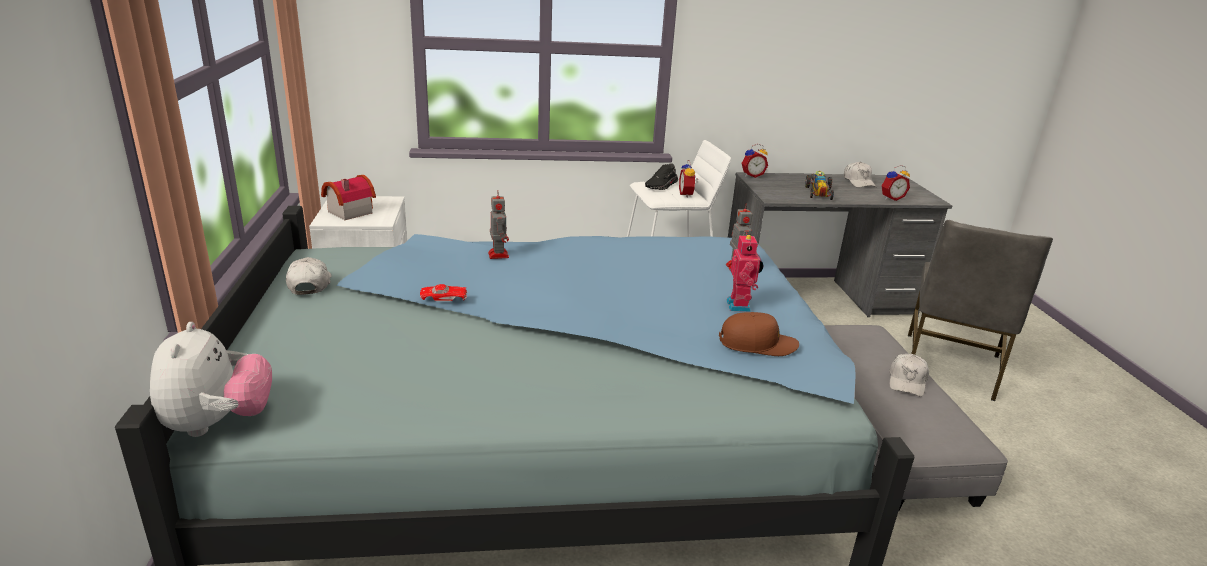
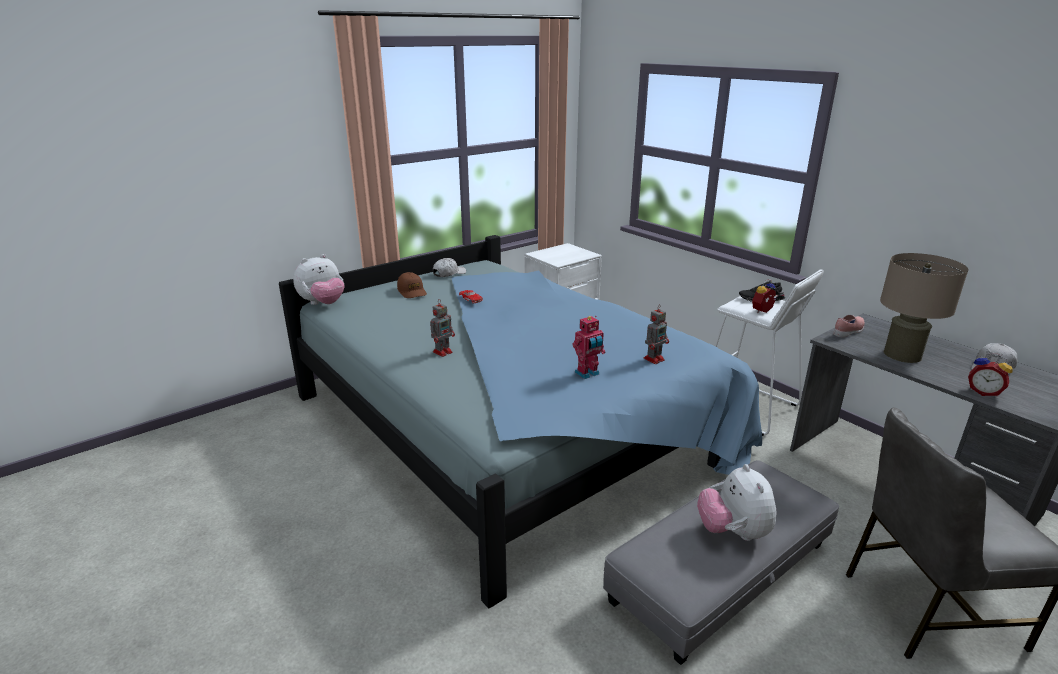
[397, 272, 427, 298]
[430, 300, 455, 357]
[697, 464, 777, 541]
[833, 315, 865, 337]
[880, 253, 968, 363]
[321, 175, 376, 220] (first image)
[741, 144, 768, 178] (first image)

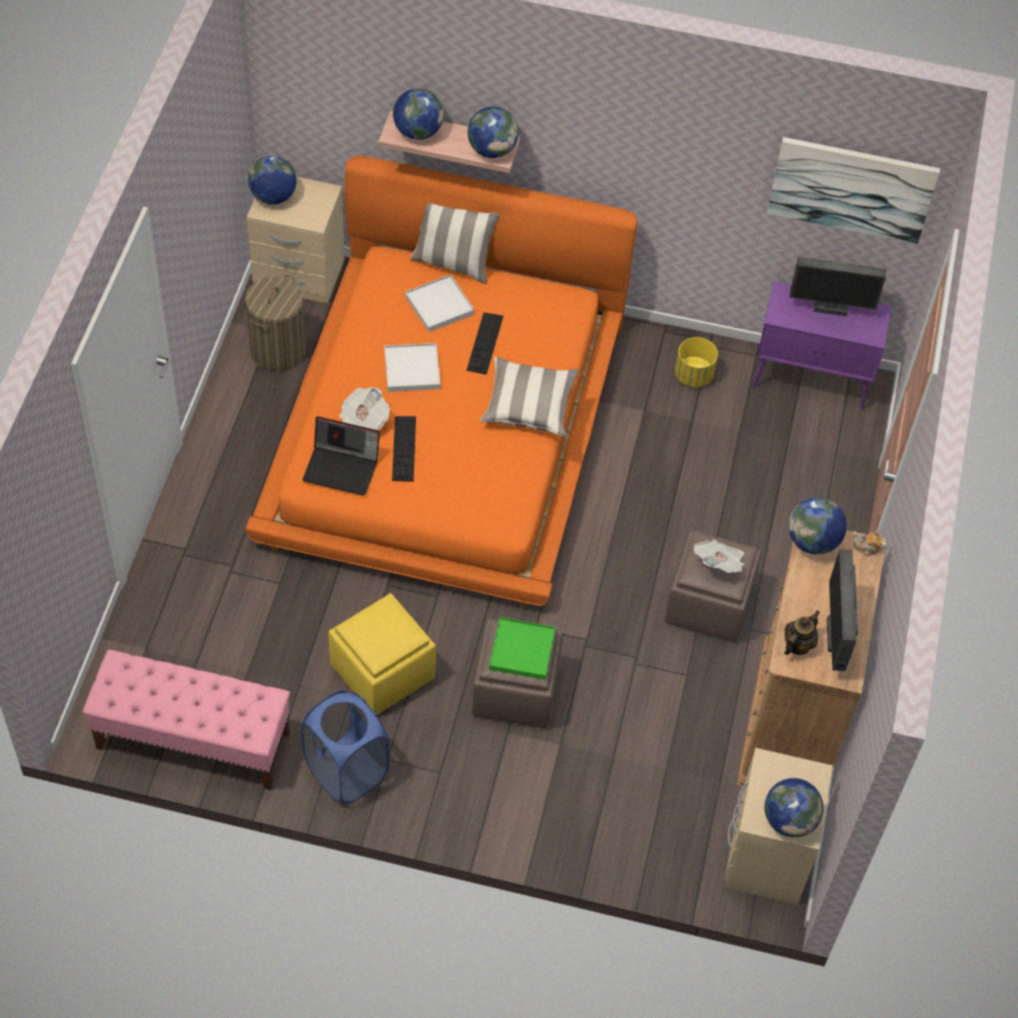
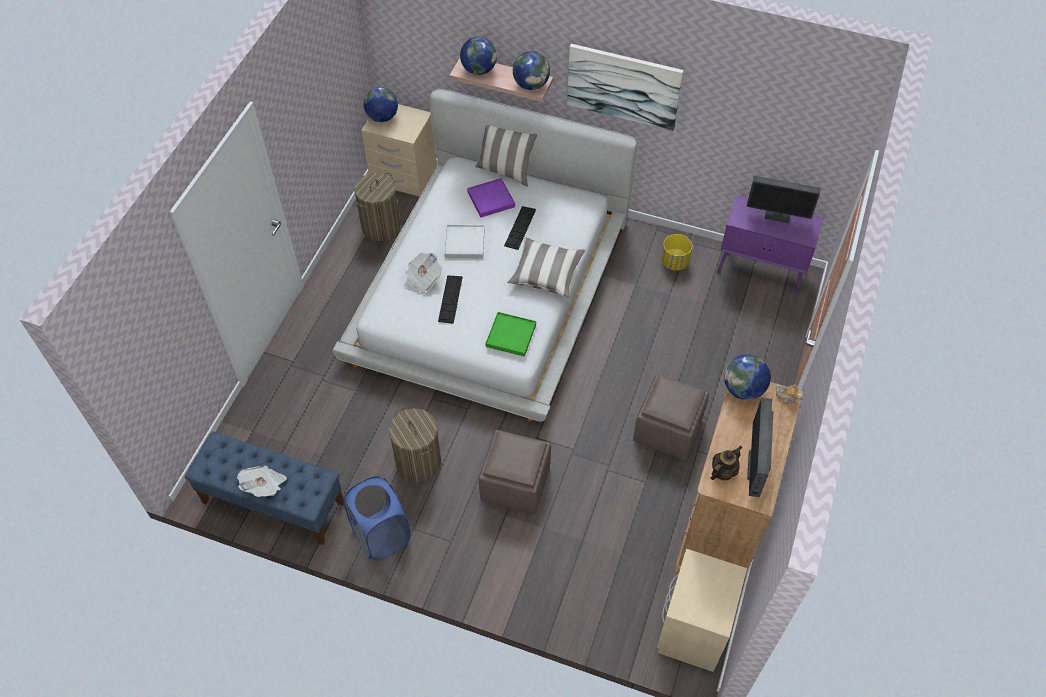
[185, 431, 344, 545]
[237, 465, 287, 497]
[333, 89, 637, 422]
[389, 408, 441, 482]
[467, 178, 515, 217]
[485, 312, 536, 357]
[567, 44, 684, 131]
[302, 416, 380, 496] (first image)
[764, 778, 824, 837] (first image)

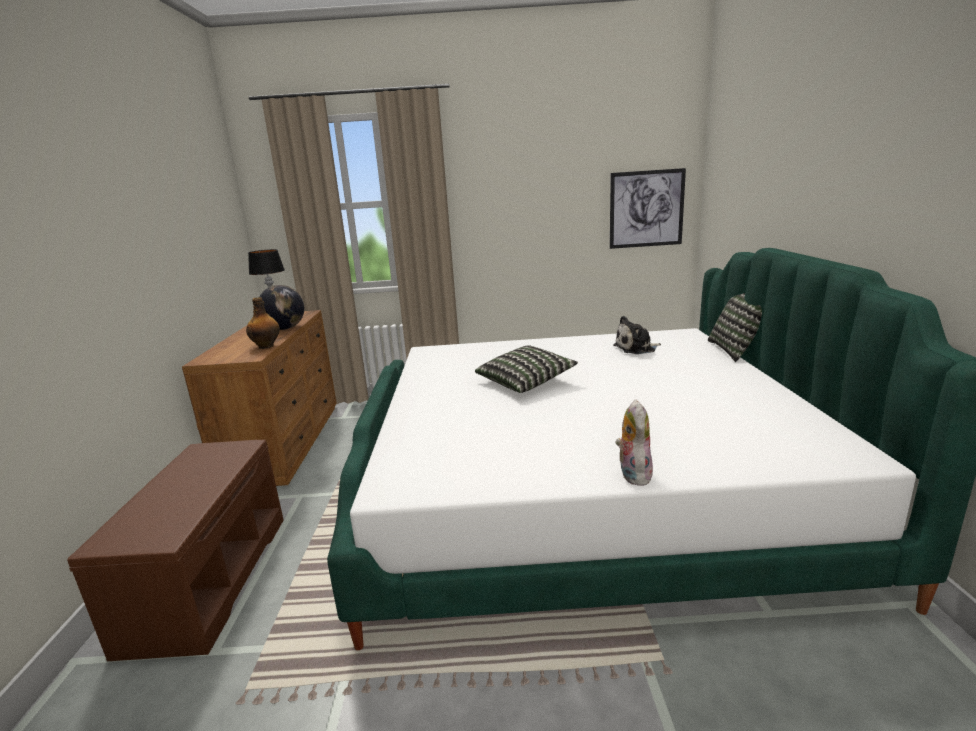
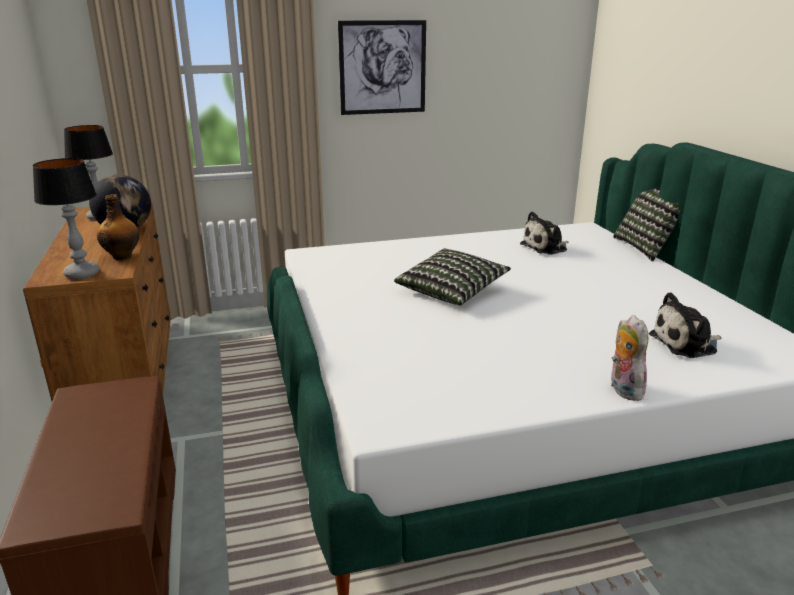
[32, 158, 100, 279]
[338, 20, 426, 115]
[649, 292, 721, 358]

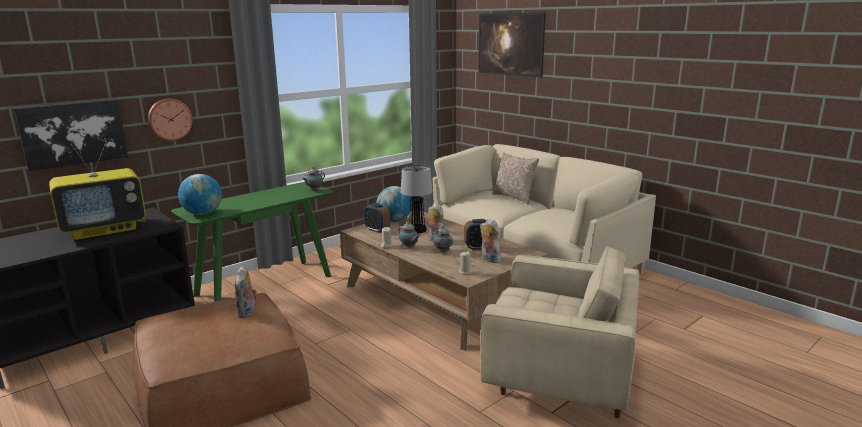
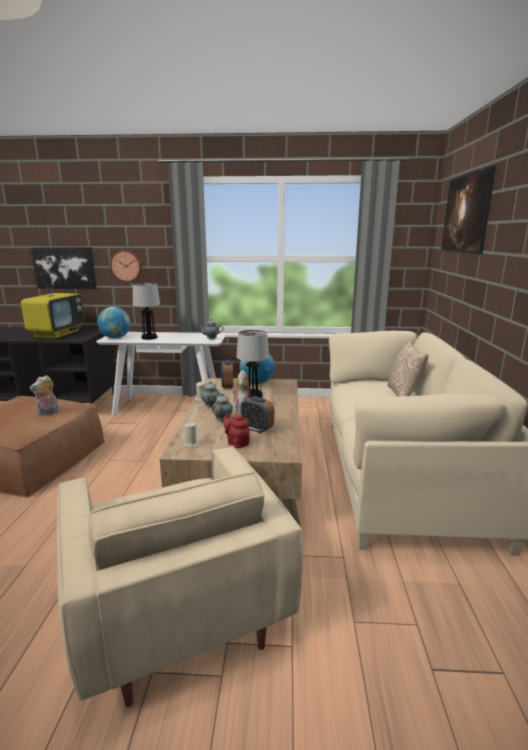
[21, 272, 84, 339]
[96, 332, 226, 415]
[133, 283, 160, 340]
[223, 413, 250, 448]

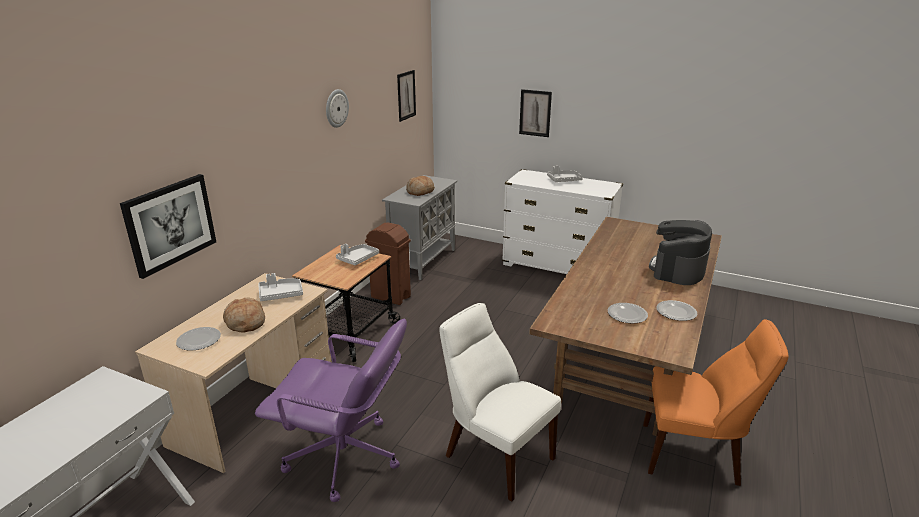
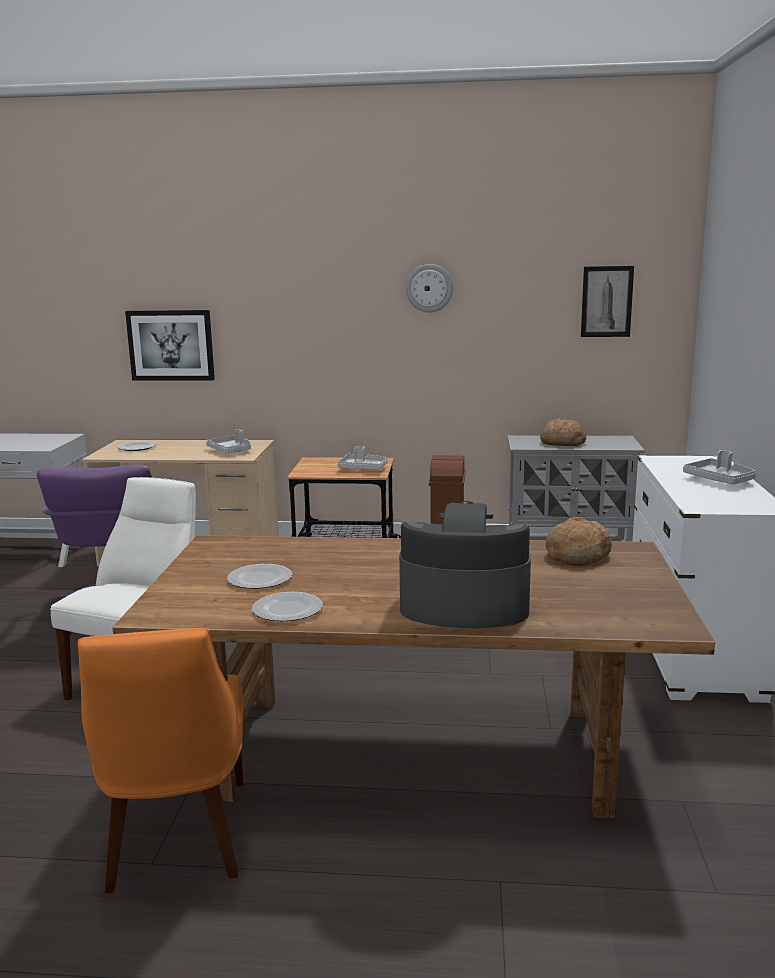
[546, 517, 612, 566]
[519, 89, 552, 137] (first image)

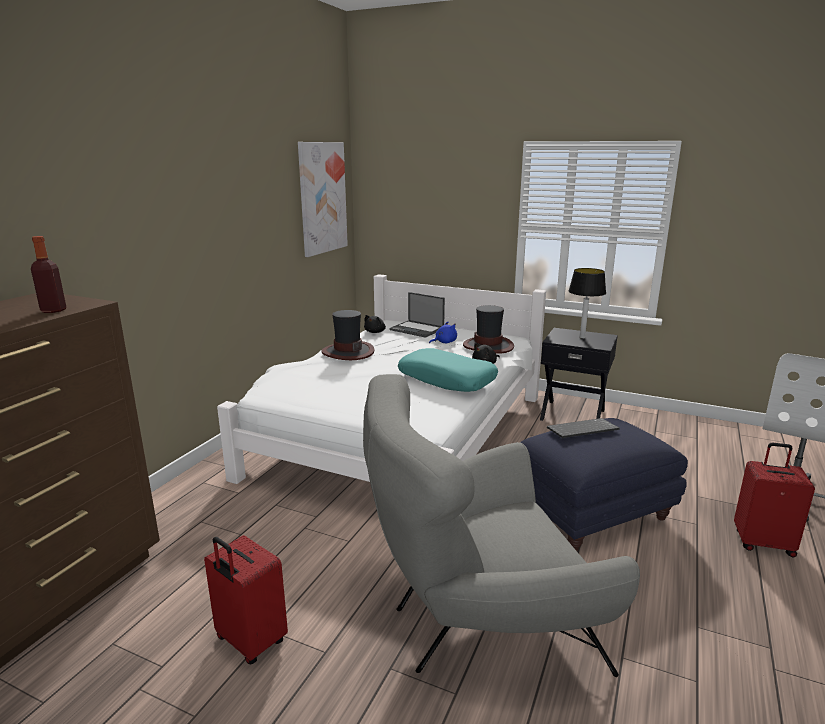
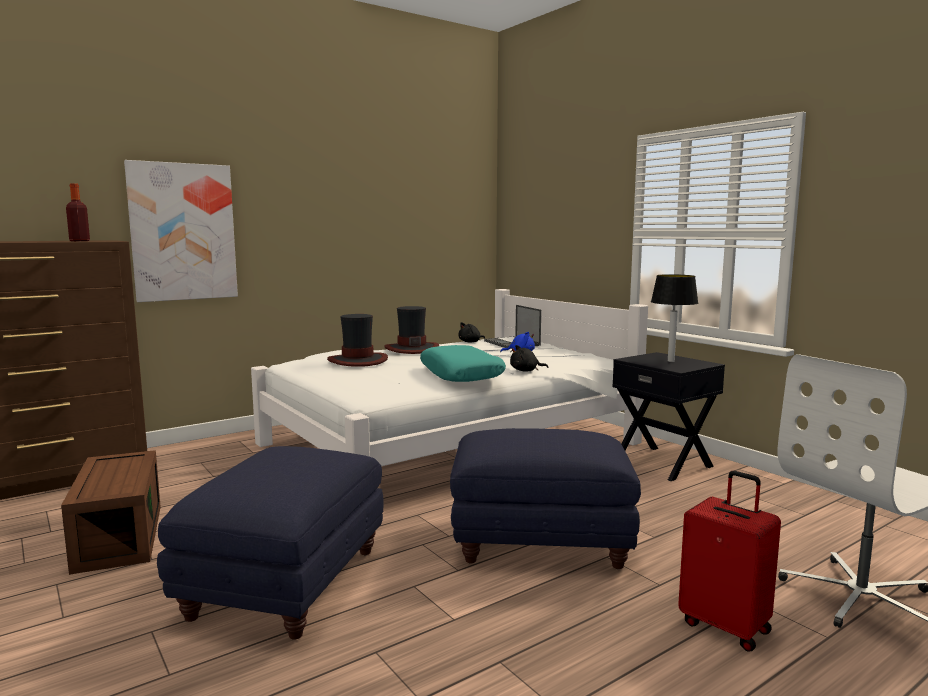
[61, 450, 161, 575]
[124, 160, 238, 302]
[157, 446, 384, 640]
[327, 314, 388, 367]
[547, 418, 620, 438] (first image)

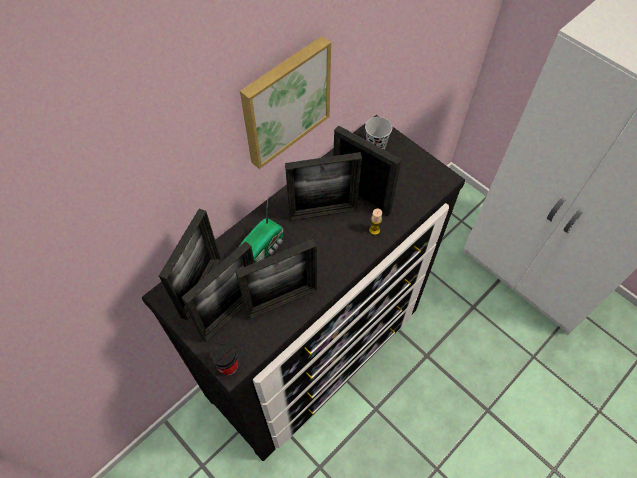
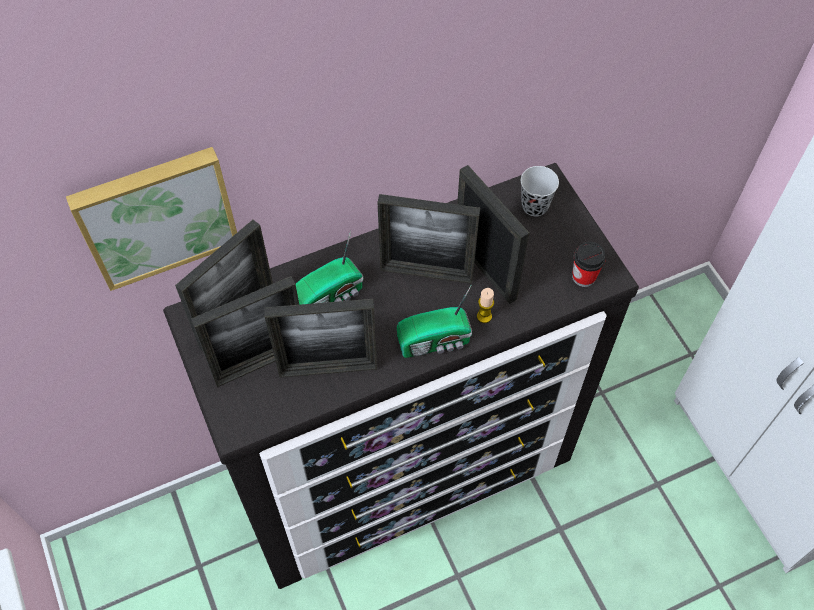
[66, 147, 237, 291]
[397, 285, 472, 358]
[572, 242, 606, 287]

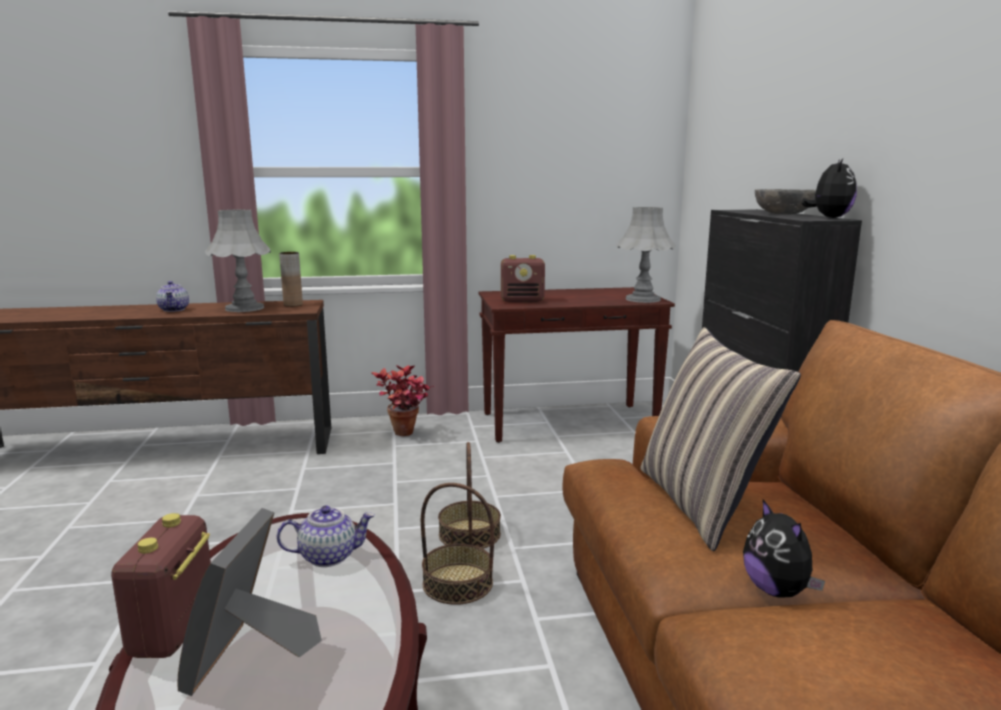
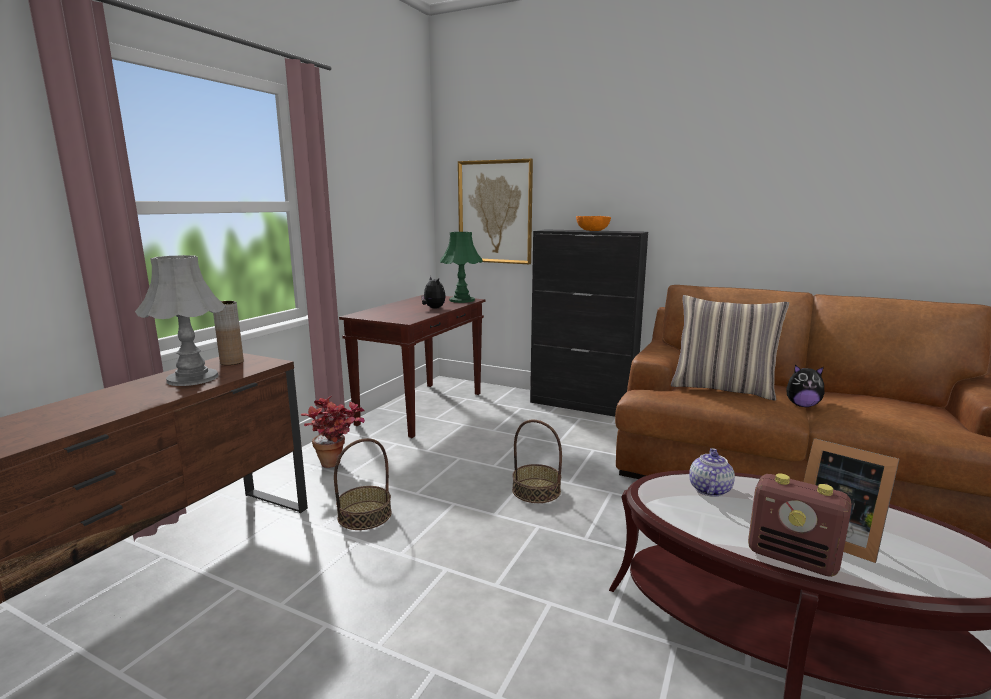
[334, 438, 392, 530]
[421, 276, 446, 309]
[440, 232, 483, 303]
[458, 159, 533, 264]
[576, 216, 611, 231]
[156, 281, 189, 312] (first image)
[501, 255, 545, 302] (first image)

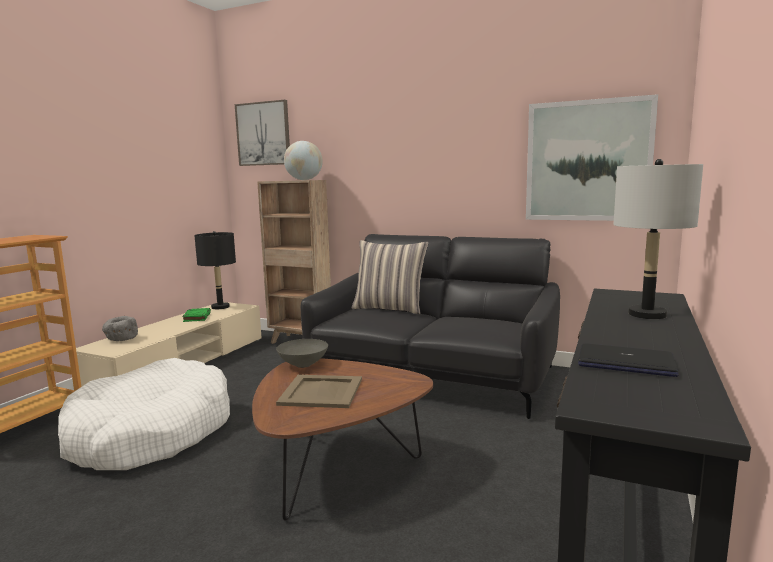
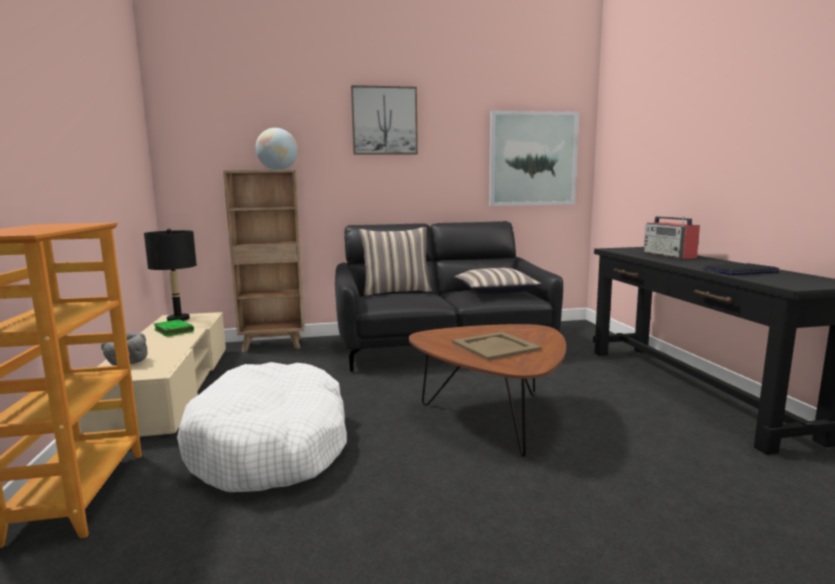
[351, 85, 418, 154]
[454, 268, 542, 294]
[644, 216, 700, 259]
[276, 339, 328, 368] (first image)

